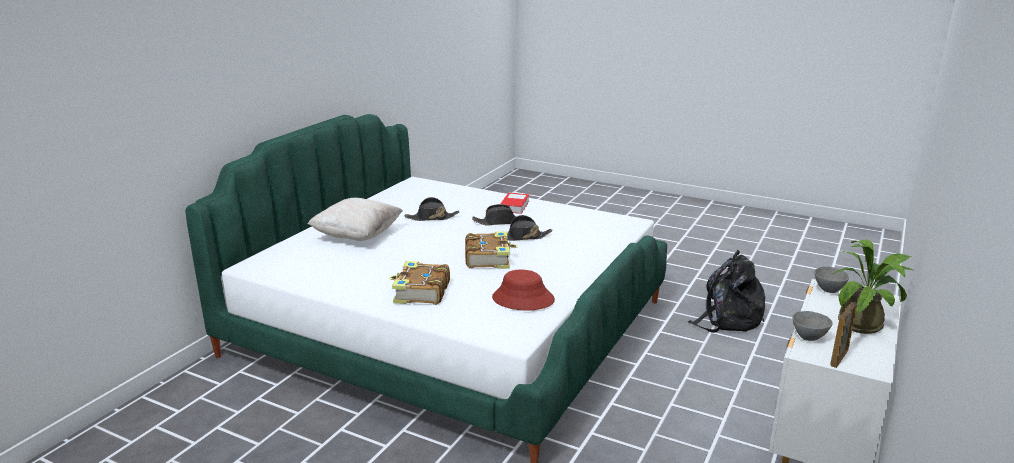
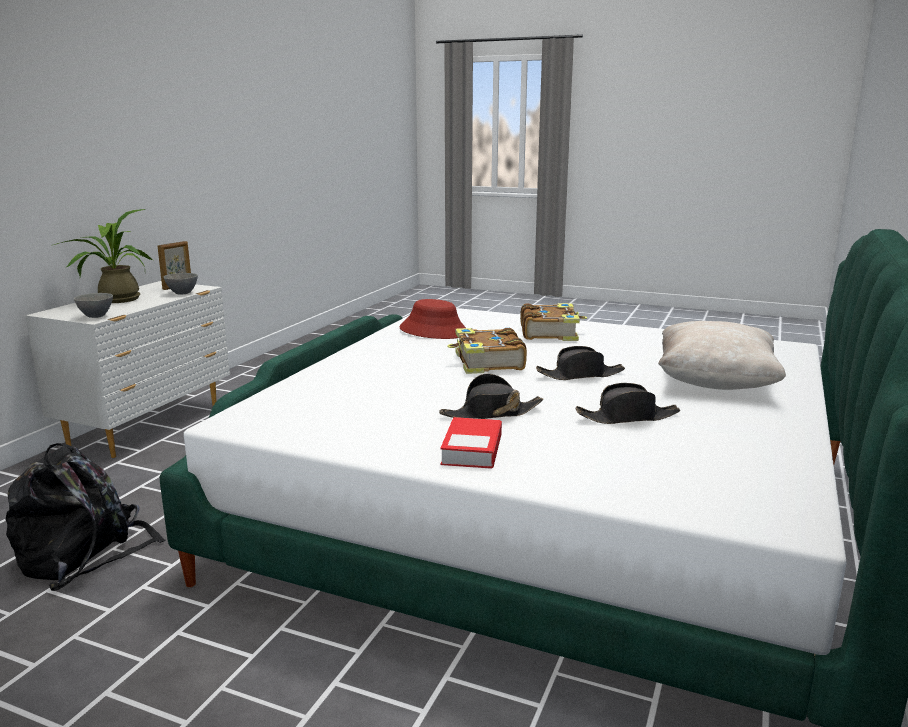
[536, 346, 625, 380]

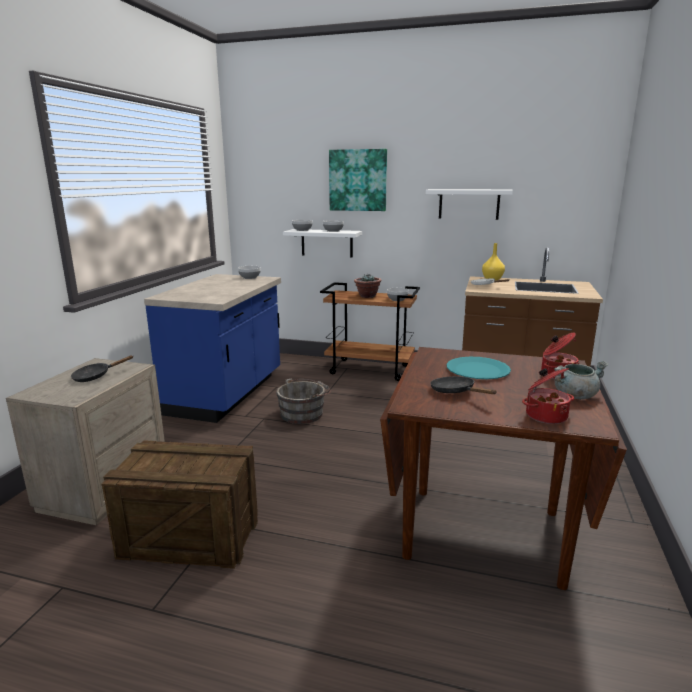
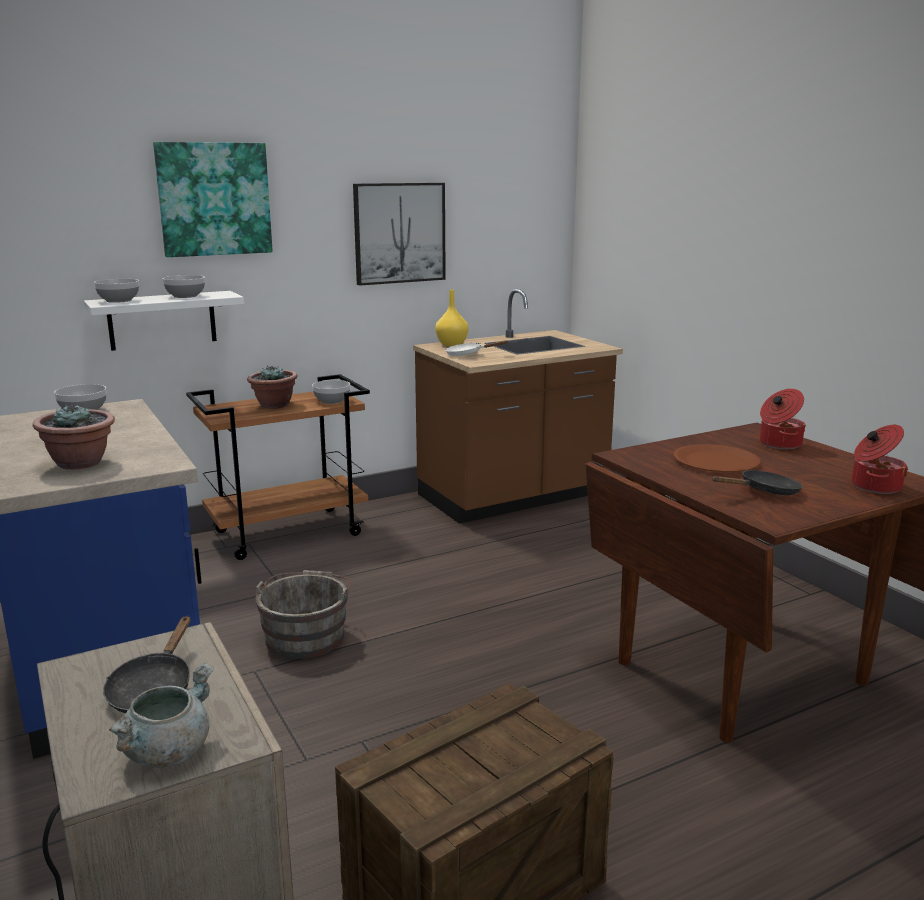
[33, 404, 115, 470]
[109, 663, 214, 768]
[353, 183, 446, 286]
[673, 444, 760, 472]
[712, 470, 803, 495]

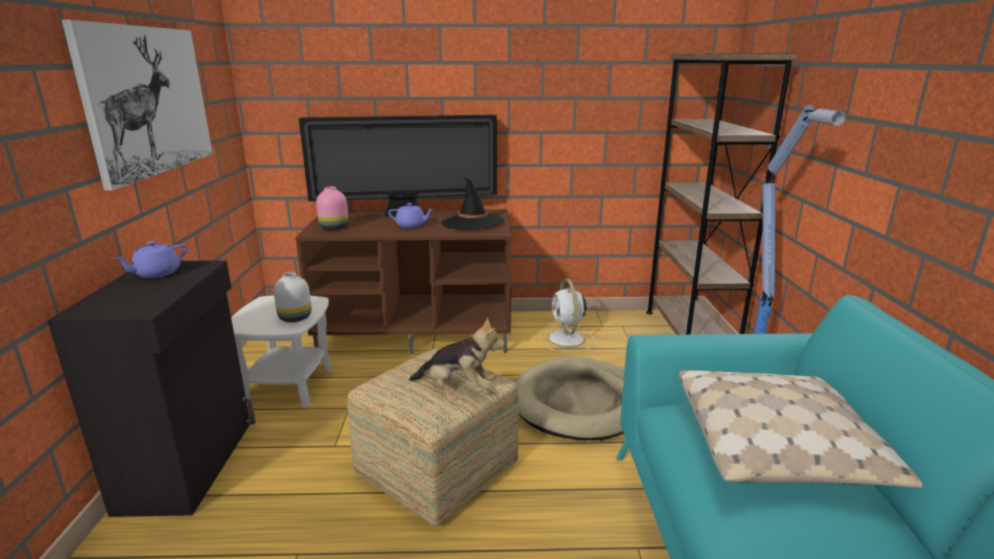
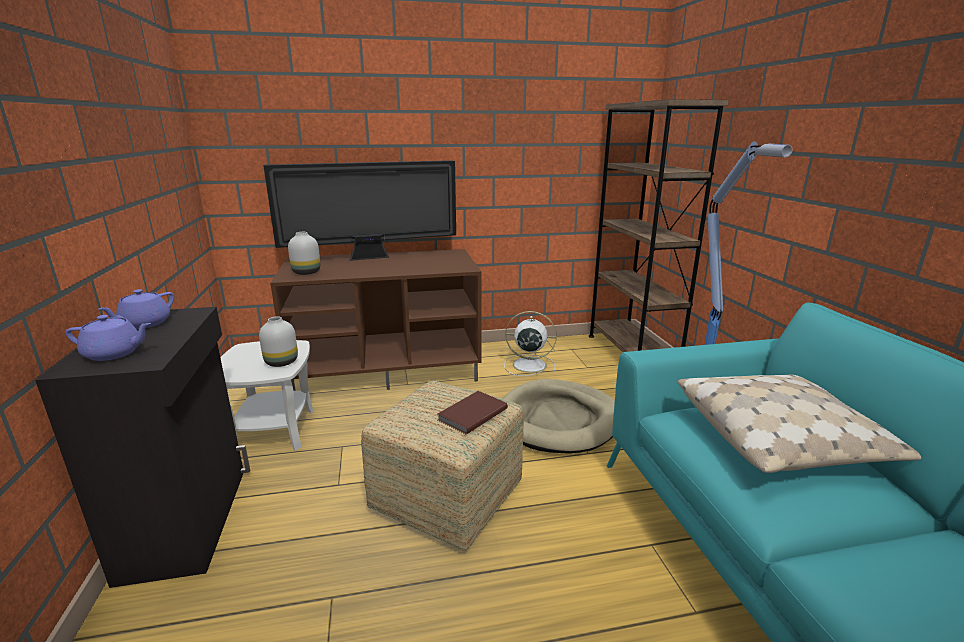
[65, 315, 151, 361]
[288, 232, 320, 275]
[438, 391, 508, 434]
[504, 311, 557, 376]
[62, 20, 213, 191] (first image)
[441, 178, 504, 230] (first image)

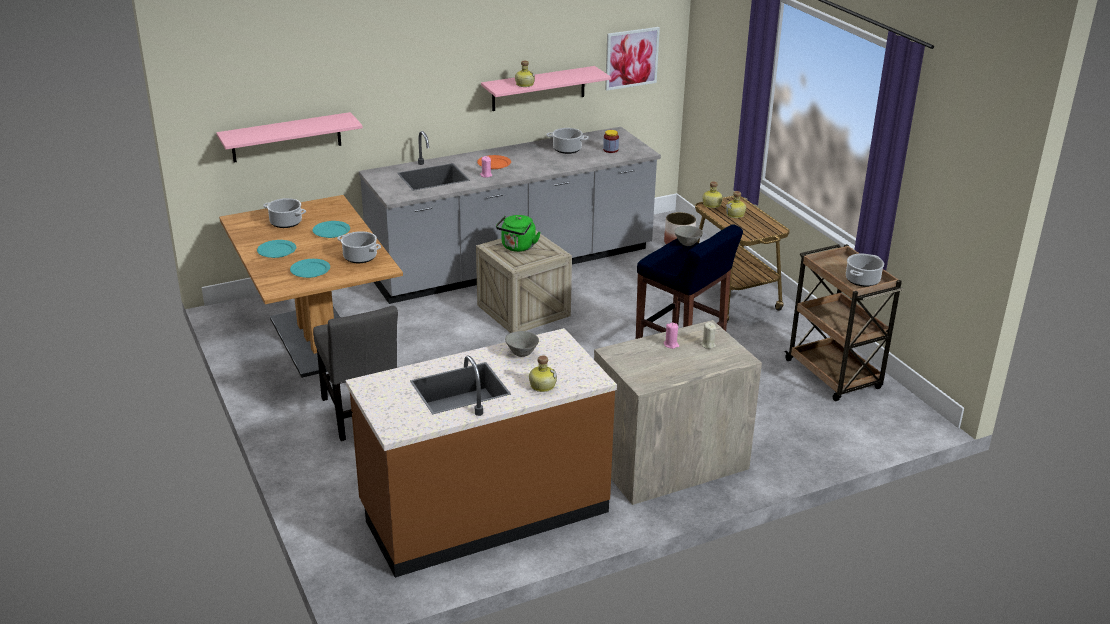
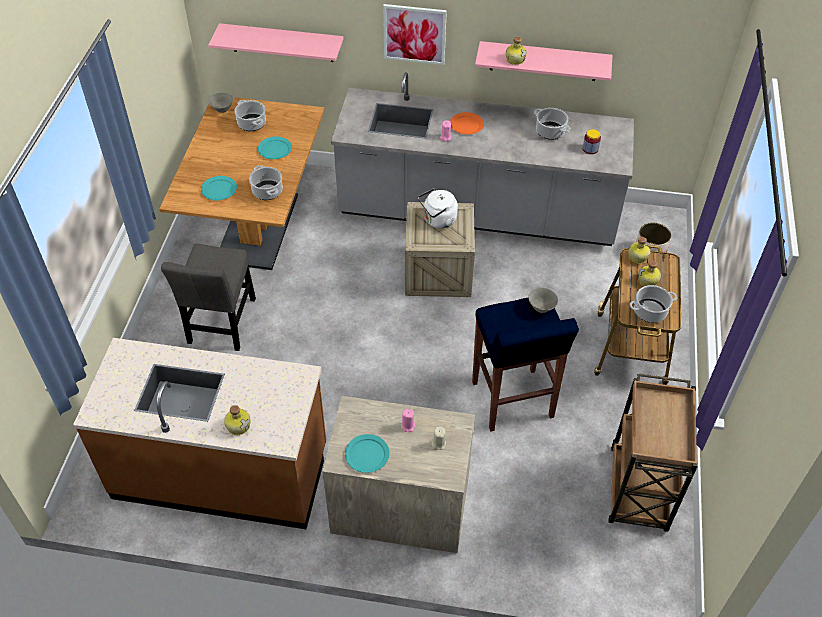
[209, 93, 233, 113]
[345, 434, 390, 473]
[383, 4, 447, 65]
[418, 188, 458, 228]
[630, 285, 677, 323]

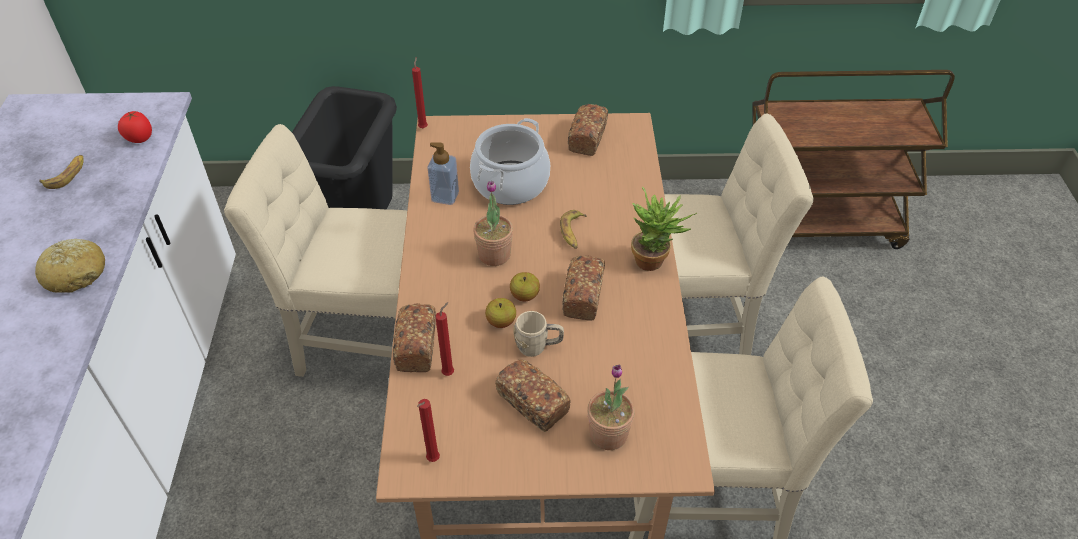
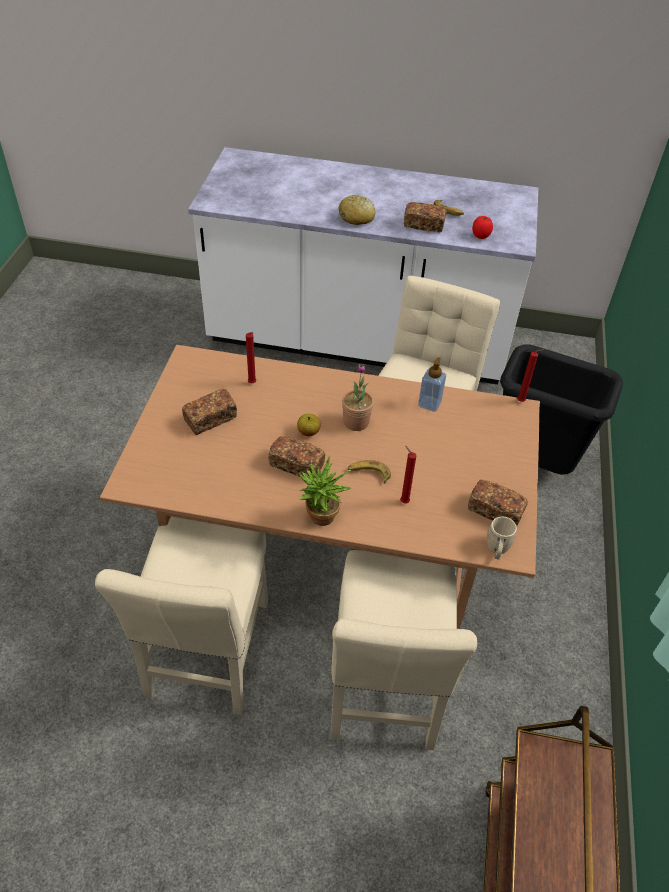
[400, 446, 416, 503]
[404, 202, 447, 232]
[487, 516, 517, 560]
[470, 118, 550, 205] (first image)
[485, 298, 516, 328] (first image)
[587, 364, 635, 450] (first image)

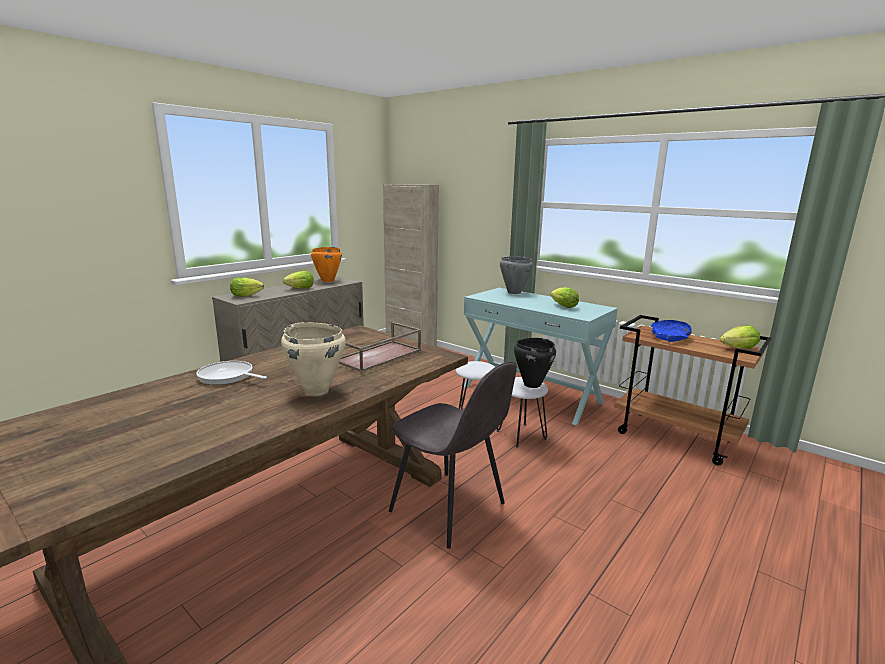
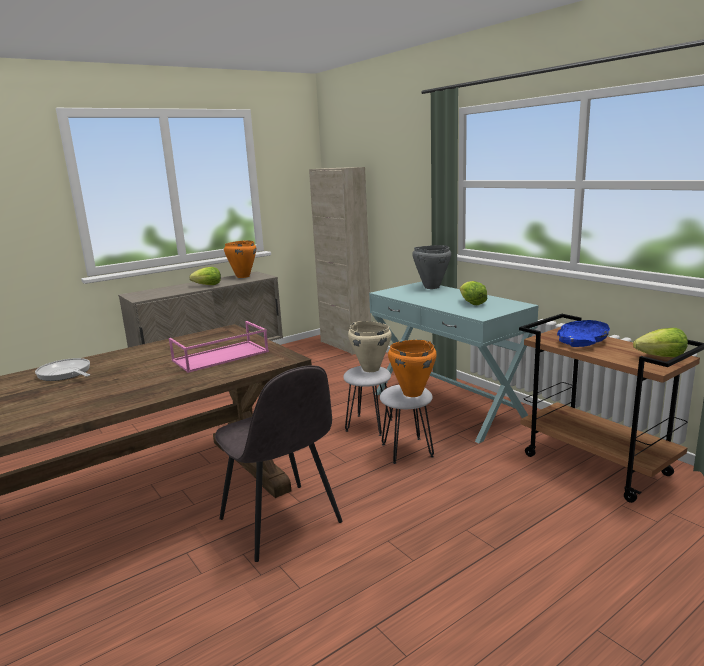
[169, 321, 269, 373]
[348, 321, 392, 372]
[388, 340, 437, 397]
[230, 277, 264, 297] (first image)

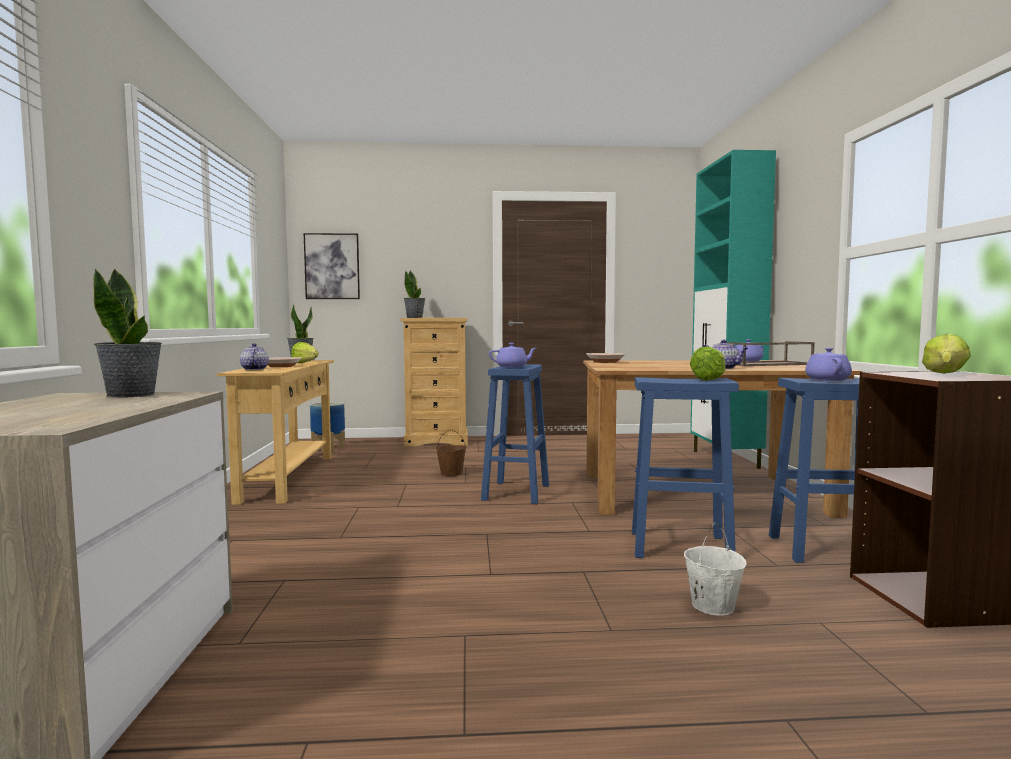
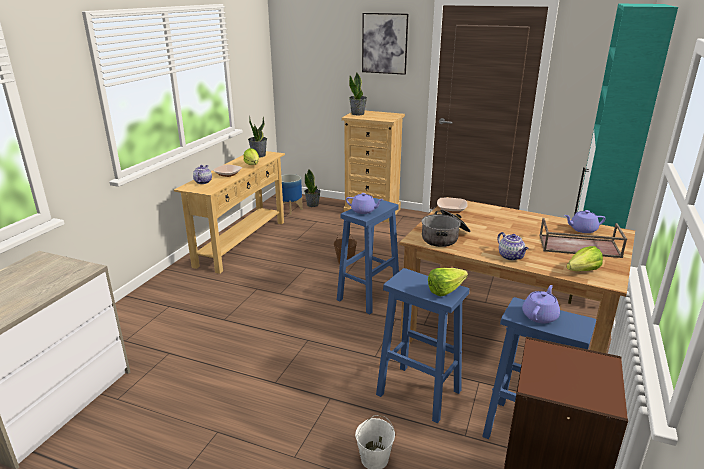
[304, 169, 321, 207]
[362, 13, 408, 75]
[421, 210, 470, 247]
[566, 246, 603, 271]

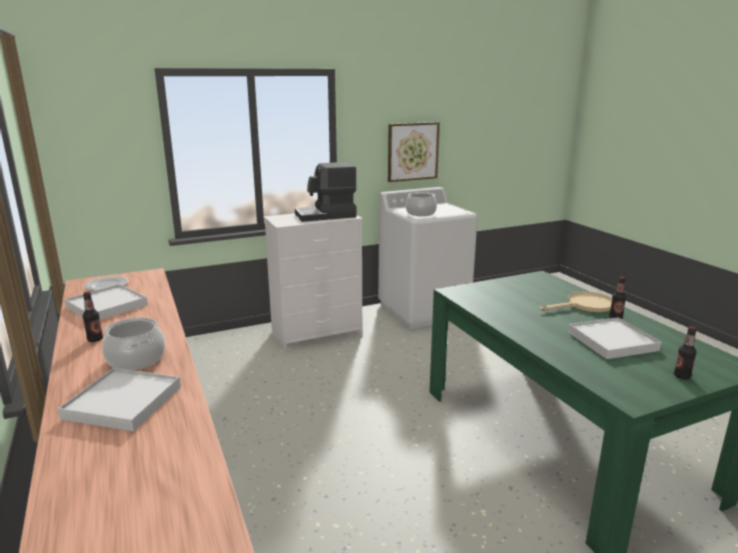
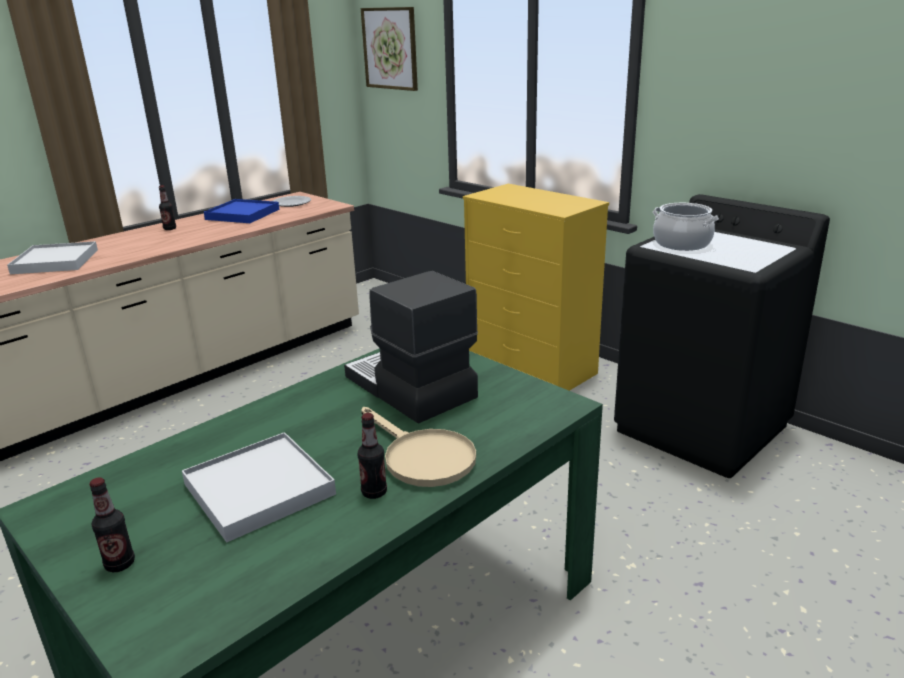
[204, 199, 279, 223]
[344, 271, 478, 424]
[361, 7, 418, 91]
[463, 184, 609, 391]
[614, 194, 830, 478]
[102, 317, 165, 370] (first image)

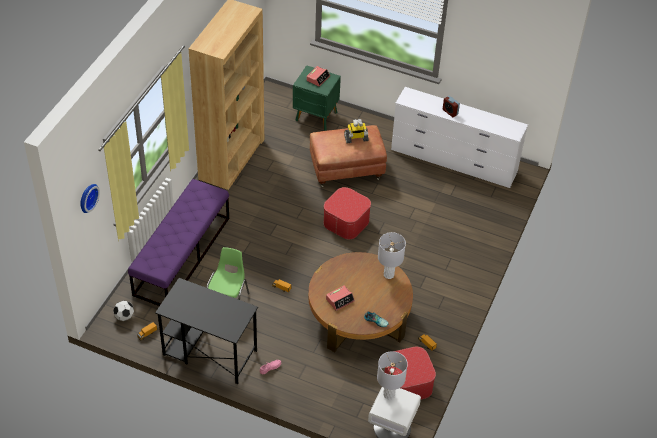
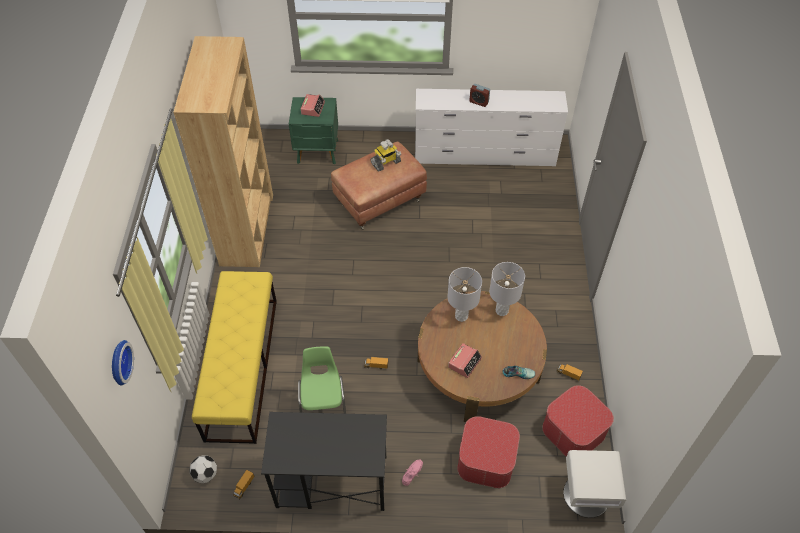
[192, 271, 277, 444]
[447, 267, 482, 322]
[457, 416, 520, 488]

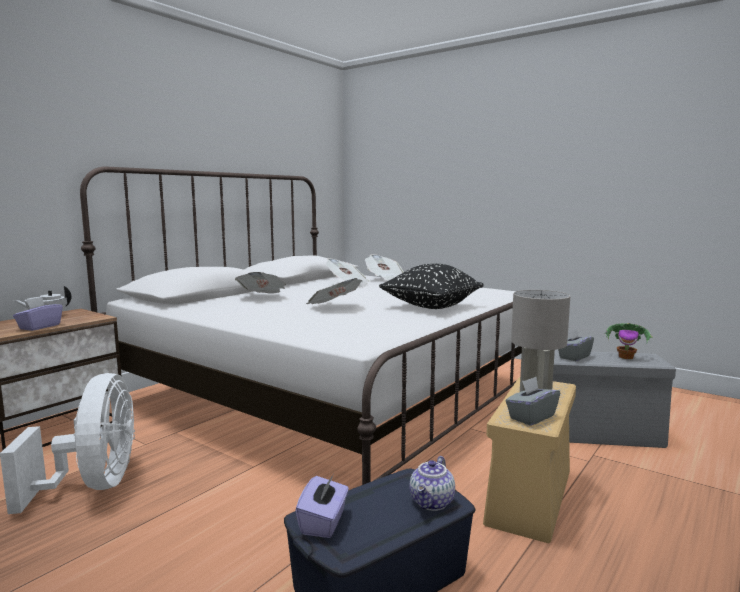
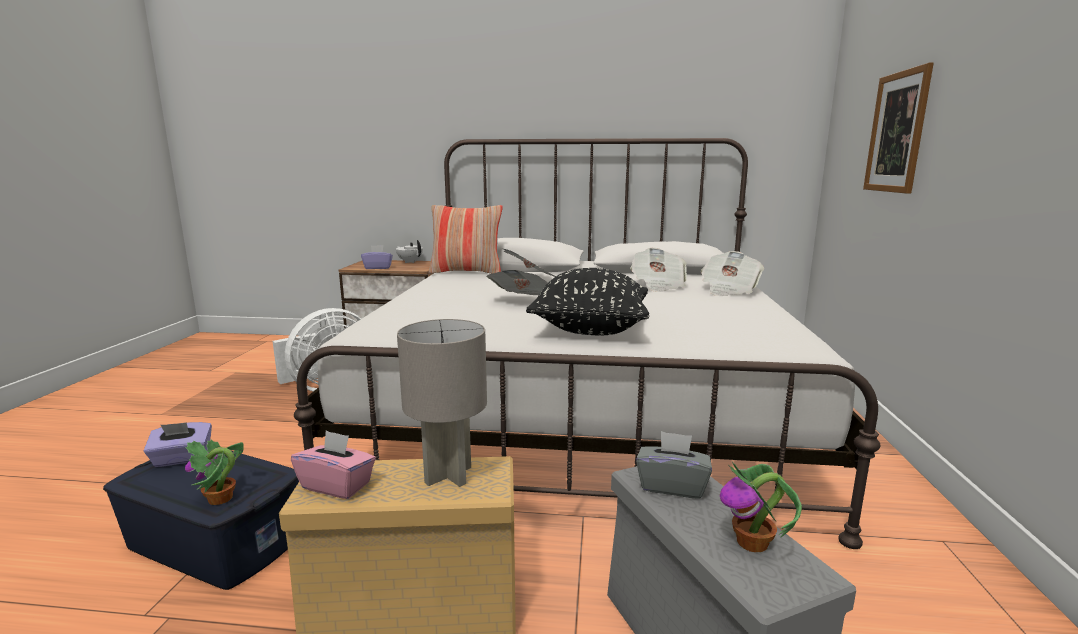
[185, 439, 243, 505]
[291, 430, 376, 499]
[428, 205, 503, 274]
[863, 62, 934, 194]

